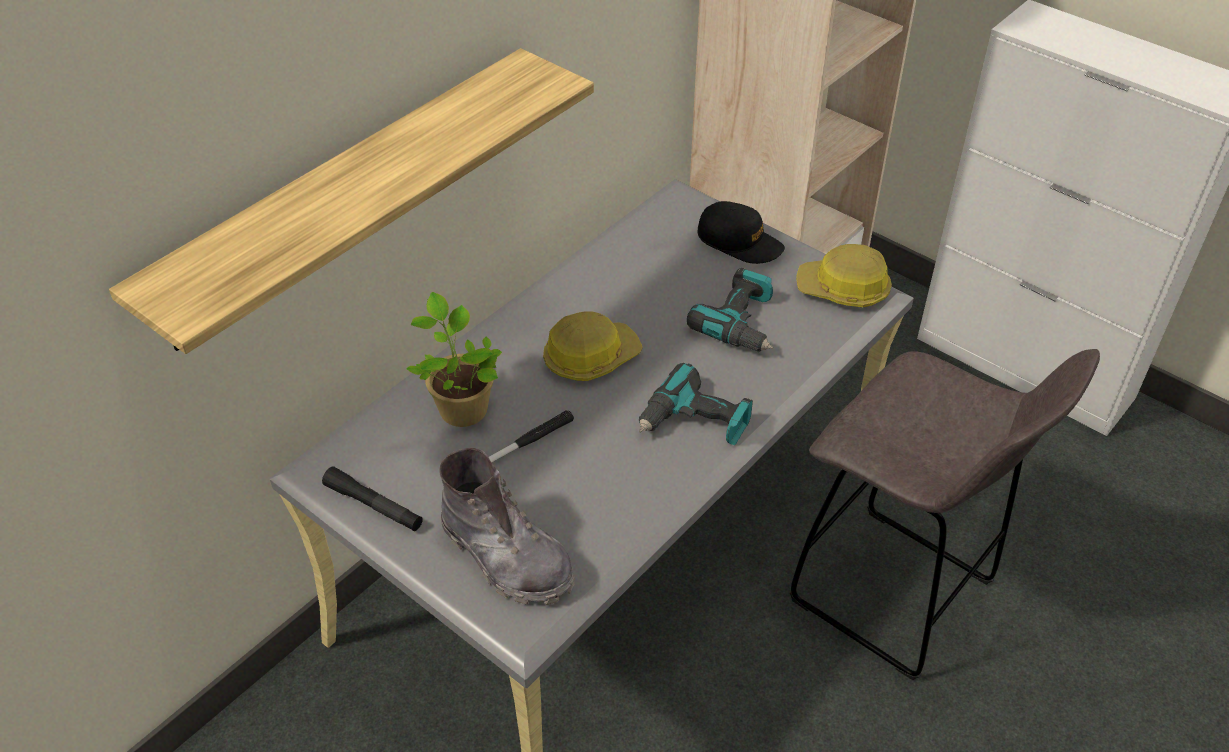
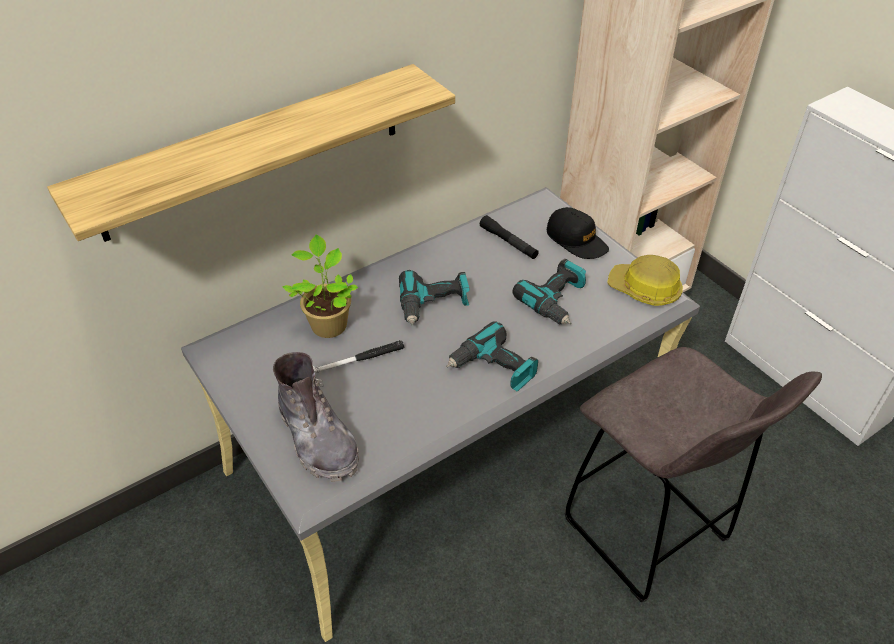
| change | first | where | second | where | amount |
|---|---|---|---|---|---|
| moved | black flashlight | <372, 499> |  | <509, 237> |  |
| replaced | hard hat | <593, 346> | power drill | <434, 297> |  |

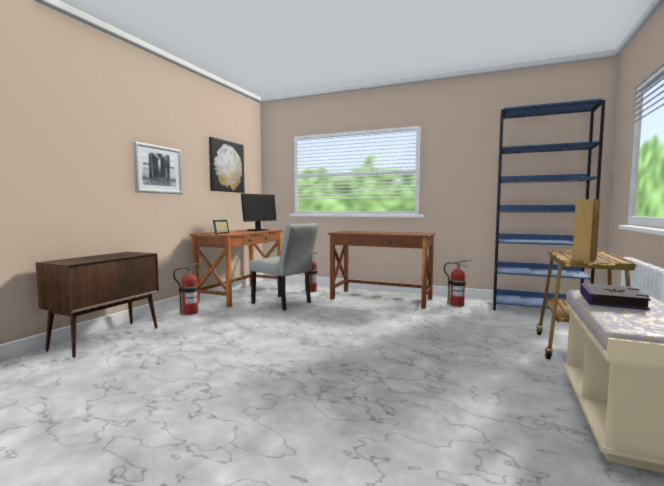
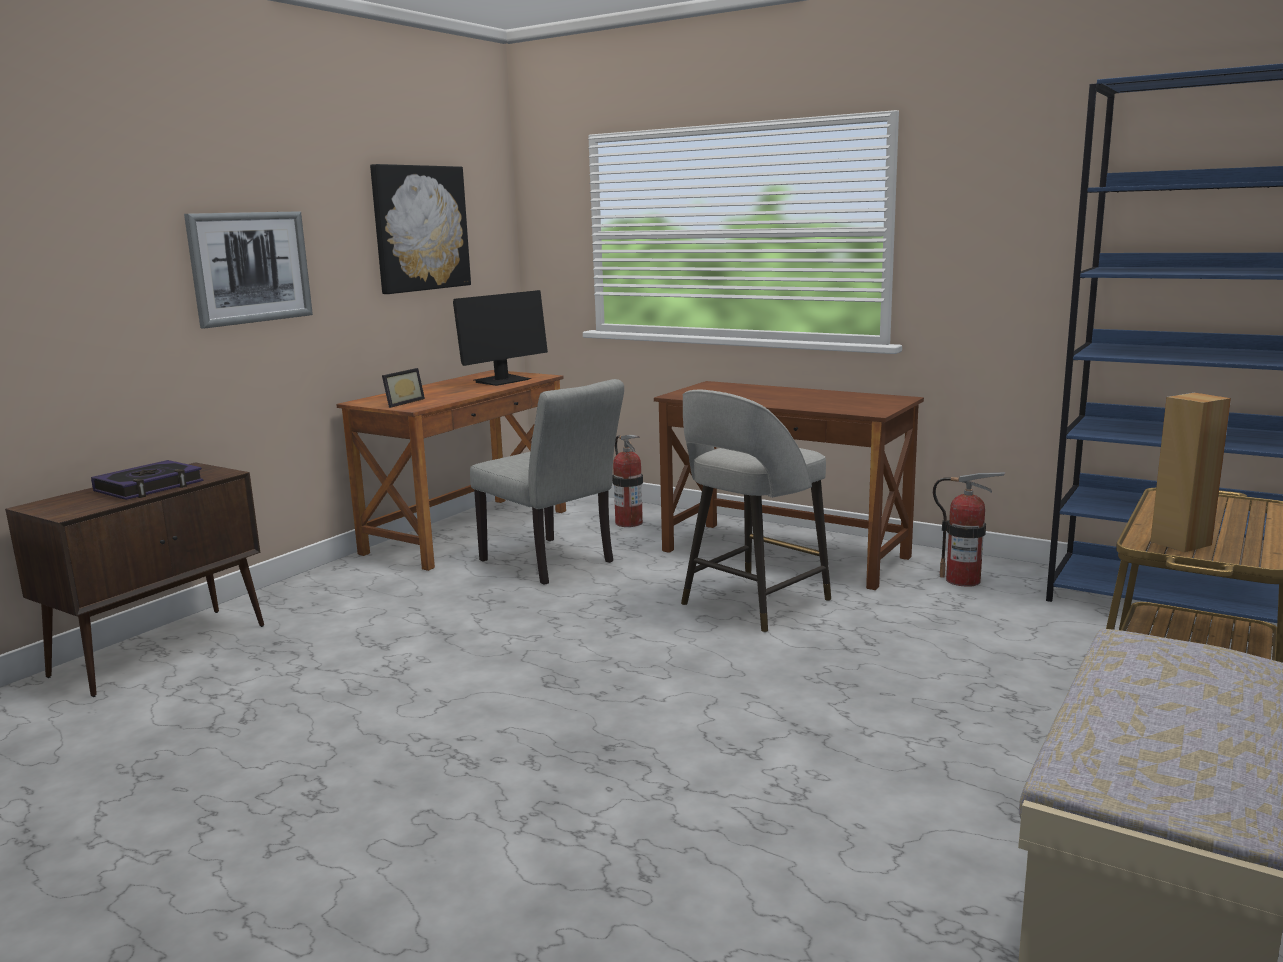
| change | first | where | second | where | amount |
|---|---|---|---|---|---|
| removed | fire extinguisher | <188, 288> |  |  |  |
| moved | book | <615, 296> |  | <147, 480> |  |
| added |  |  | grey stool | <756, 511> |  |

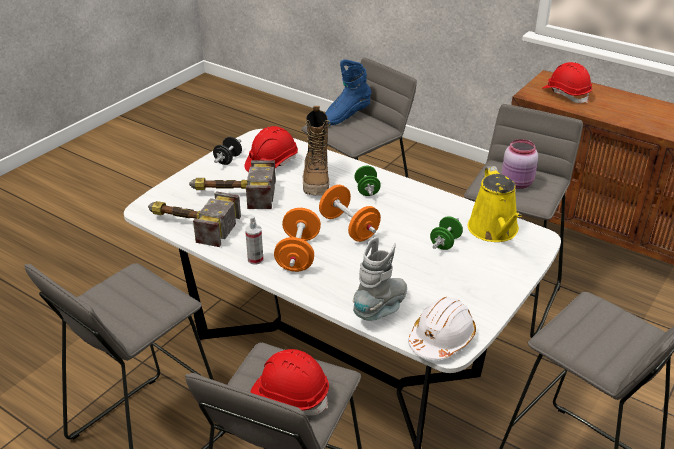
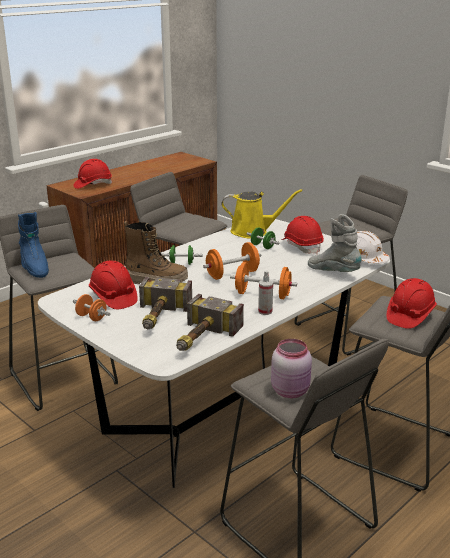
| change | first | where | second | where | amount |
|---|---|---|---|---|---|
| recoloured | black dumbbell | <227, 151> | orange dumbbell | <91, 307> |  |
| moved | pink jar | <520, 164> |  | <291, 368> |  |
| added |  |  | red hard hat | <302, 235> |  |

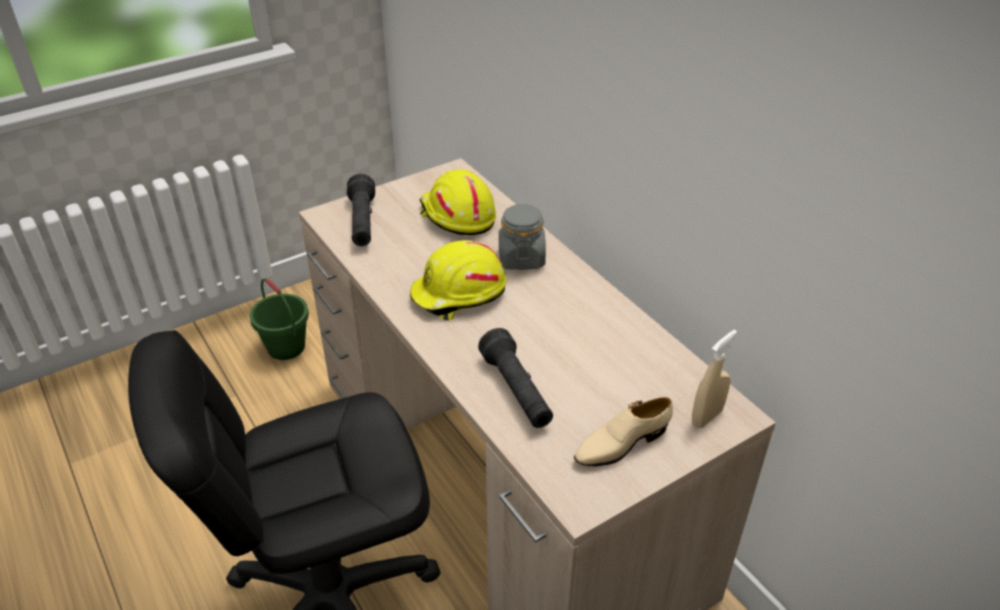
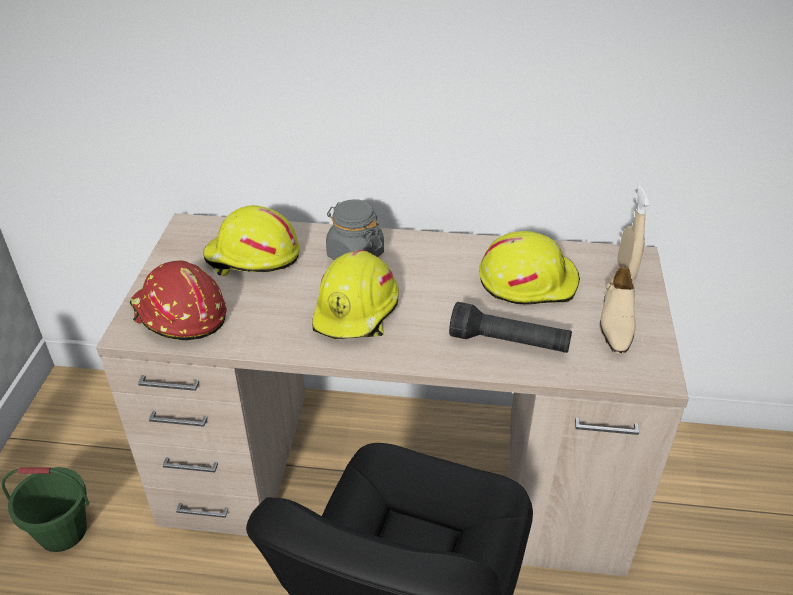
| change | first | where | second | where | amount |
|---|---|---|---|---|---|
| replaced | black flashlight | <361, 210> | red hard hat | <178, 300> |  |
| added |  |  | yellow hard hat | <529, 267> |  |

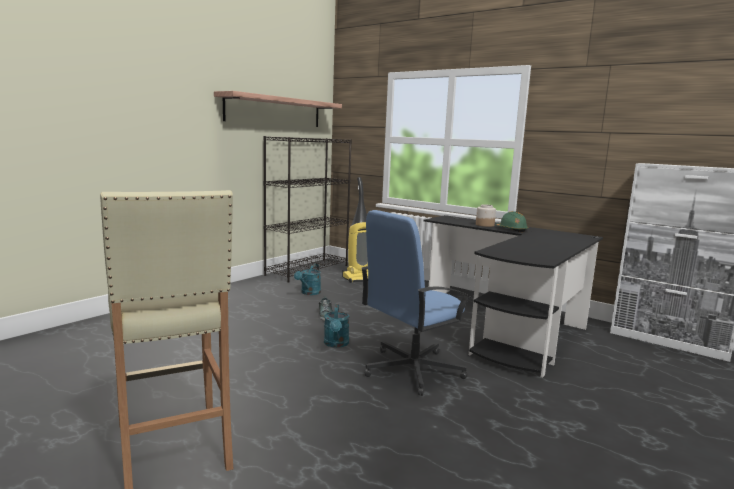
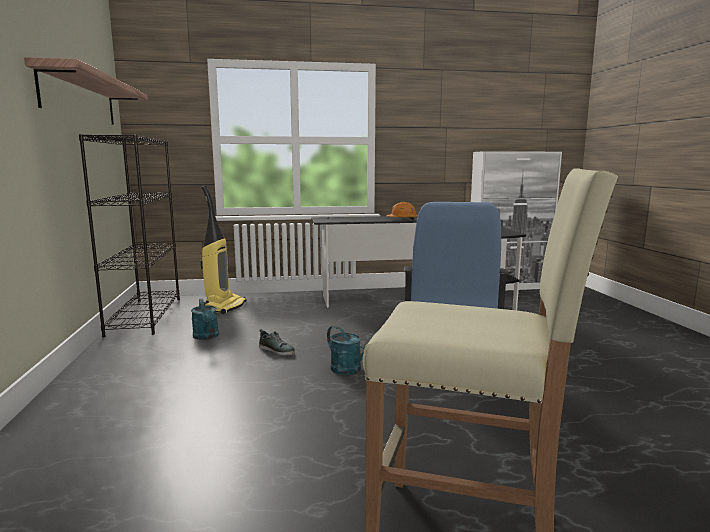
| change | first | where | second | where | amount |
|---|---|---|---|---|---|
| removed | jar | <486, 215> |  |  |  |
| recoloured | green hard hat | <511, 221> | orange hard hat | <402, 211> |  |

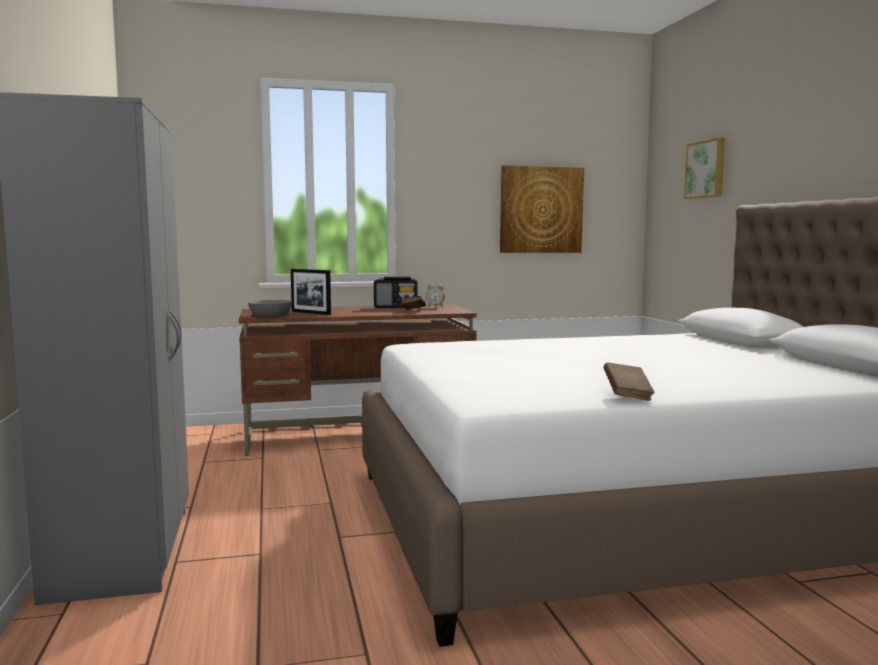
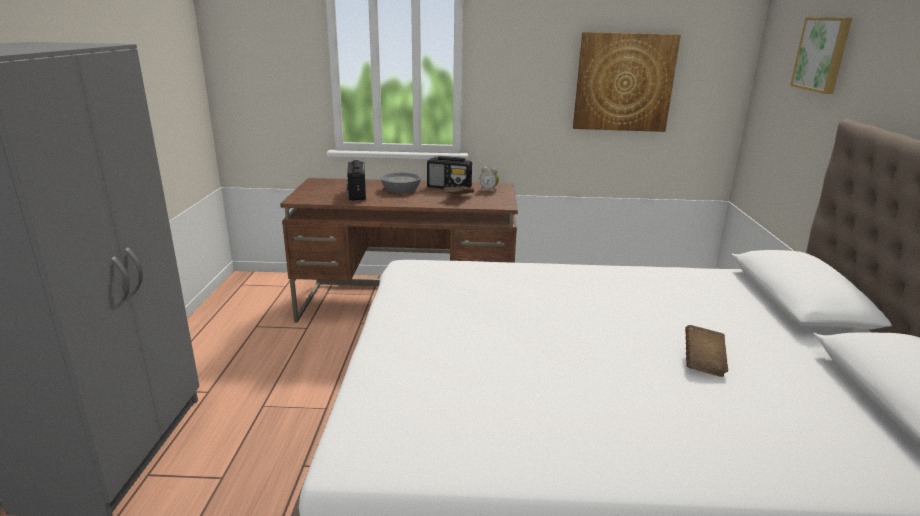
| change | first | where | second | where | amount |
|---|---|---|---|---|---|
| moved | grey bowl | <270, 308> |  | <401, 182> |  |
| replaced | picture frame | <311, 292> | radio | <356, 180> |  |
| moved | brown book | <628, 382> |  | <706, 351> |  |

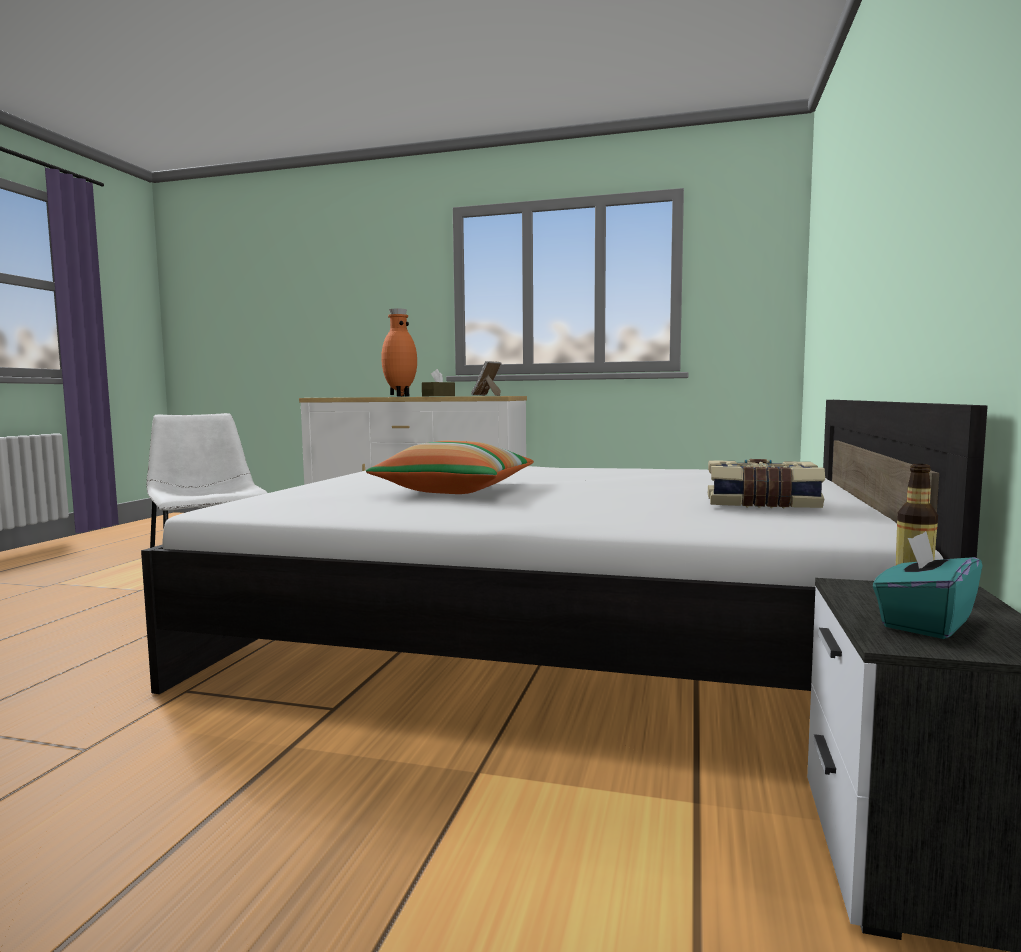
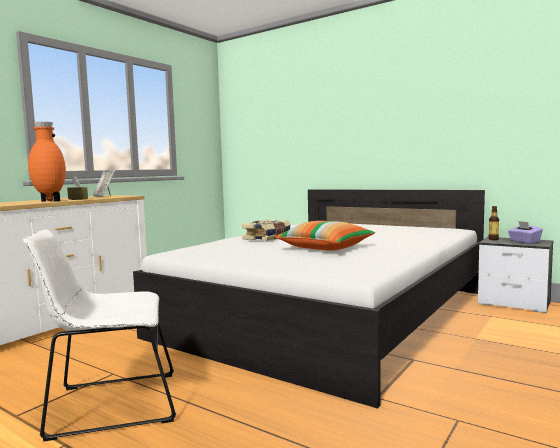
| change | first | where | second | where | amount |
|---|---|---|---|---|---|
| moved | book | <766, 484> |  | <266, 230> |  |
| recoloured | turquoise tissue box | <928, 585> | purple tissue box | <525, 232> |  |

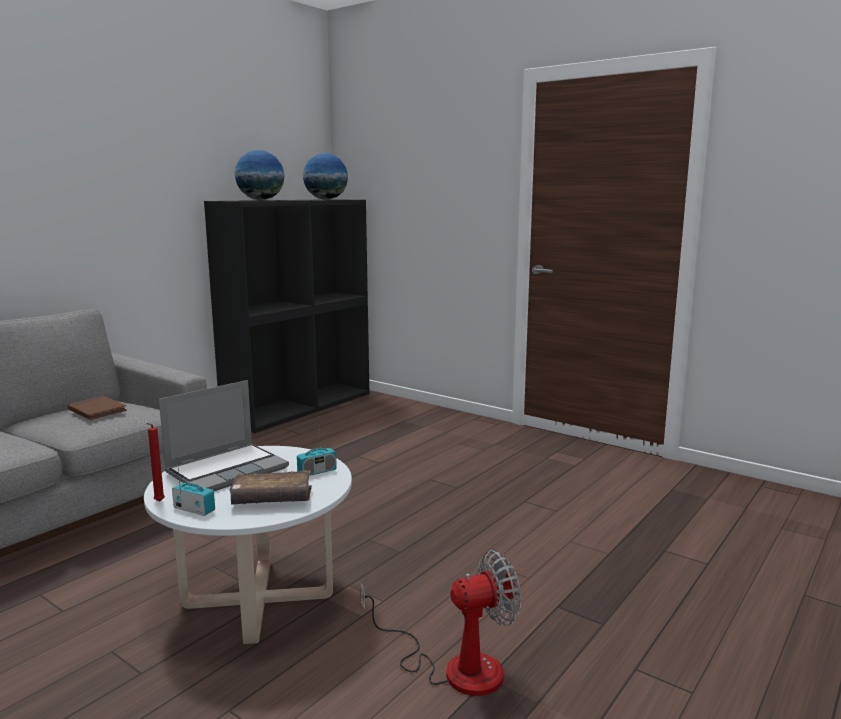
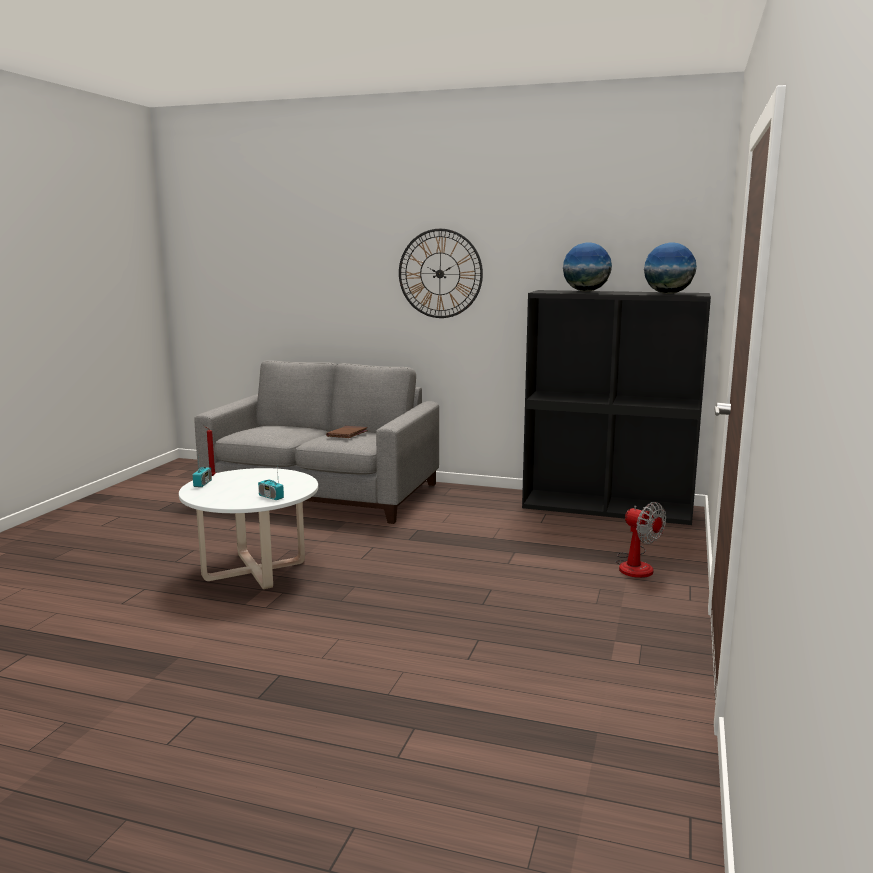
| change | first | where | second | where | amount |
|---|---|---|---|---|---|
| removed | laptop | <224, 435> |  |  |  |
| removed | brown book | <271, 487> |  |  |  |
| moved | fan | <440, 623> |  | <640, 540> |  |
| added |  |  | wall clock | <441, 273> |  |

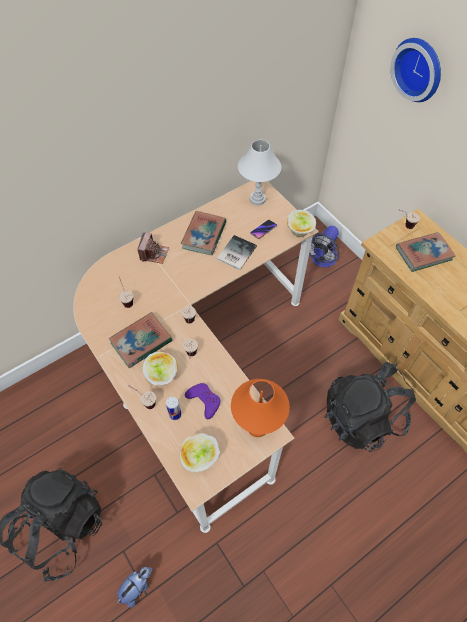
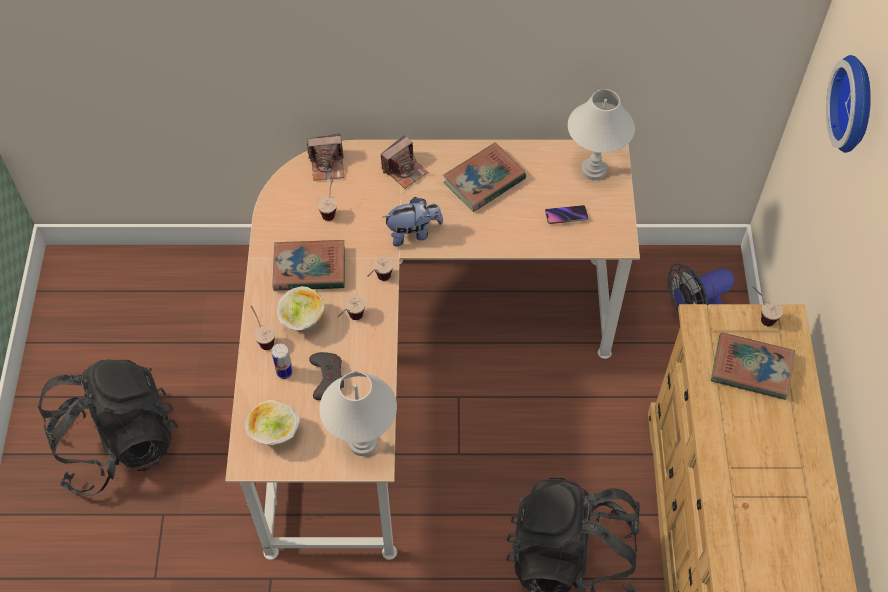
| change | first | where | second | where | amount |
|---|---|---|---|---|---|
| moved | plush toy | <134, 587> |  | <413, 222> |  |
| recoloured | purple game controller | <202, 401> | grey game controller | <326, 376> |  |
| removed | book | <237, 252> |  |  |  |
| recoloured | orange table lamp | <260, 408> | white table lamp | <358, 413> |  |
| removed | bowl | <301, 223> |  |  |  |
| added |  |  | photo camera | <325, 157> |  |

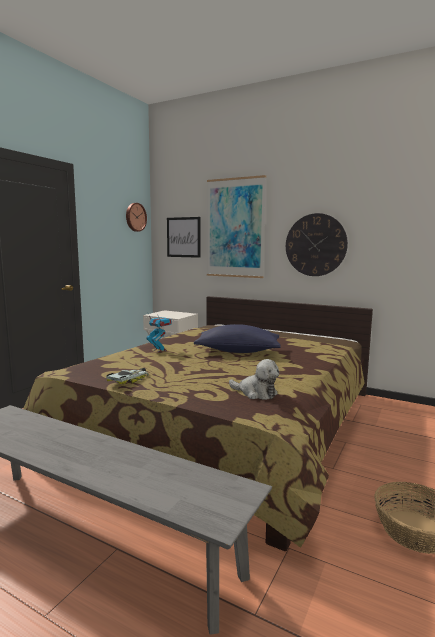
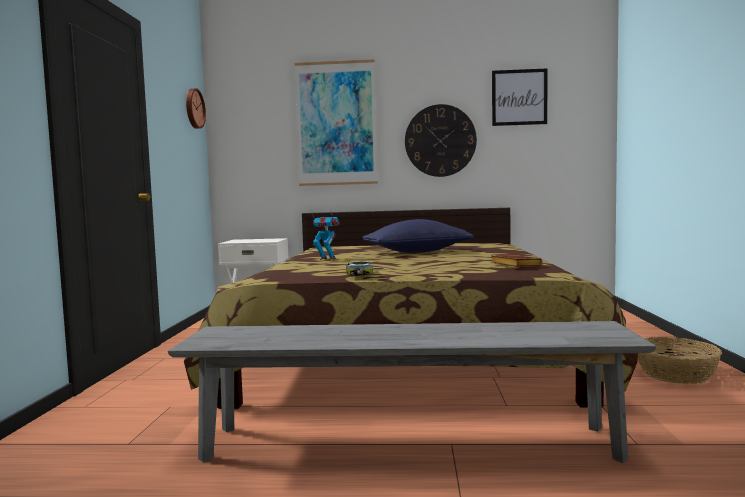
| change | first | where | second | where | amount |
|---|---|---|---|---|---|
| moved | picture | <183, 237> |  | <519, 97> |  |
| replaced | plush toy | <254, 379> | brown book | <516, 261> |  |

